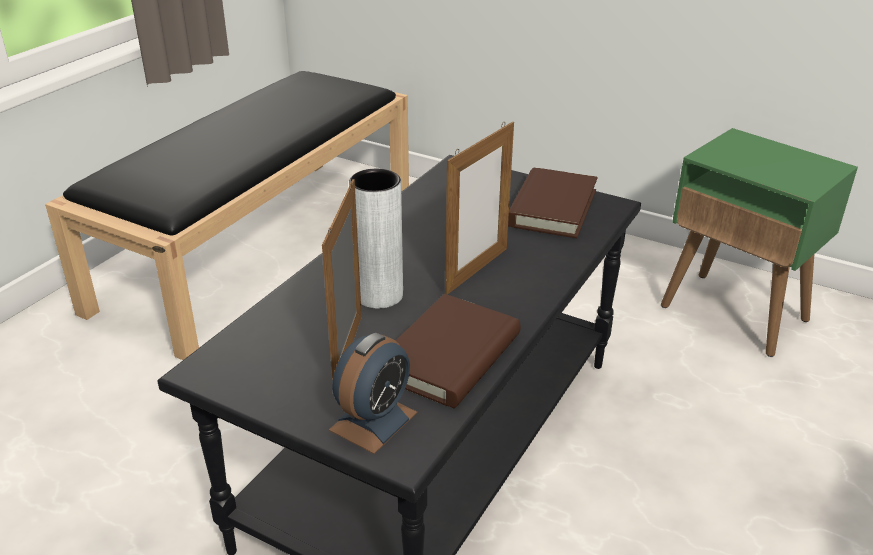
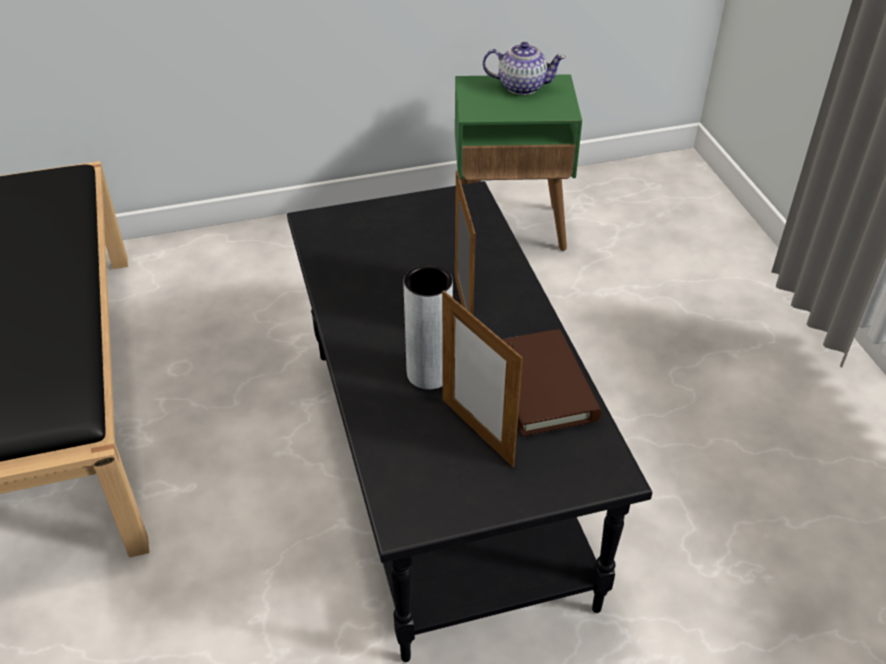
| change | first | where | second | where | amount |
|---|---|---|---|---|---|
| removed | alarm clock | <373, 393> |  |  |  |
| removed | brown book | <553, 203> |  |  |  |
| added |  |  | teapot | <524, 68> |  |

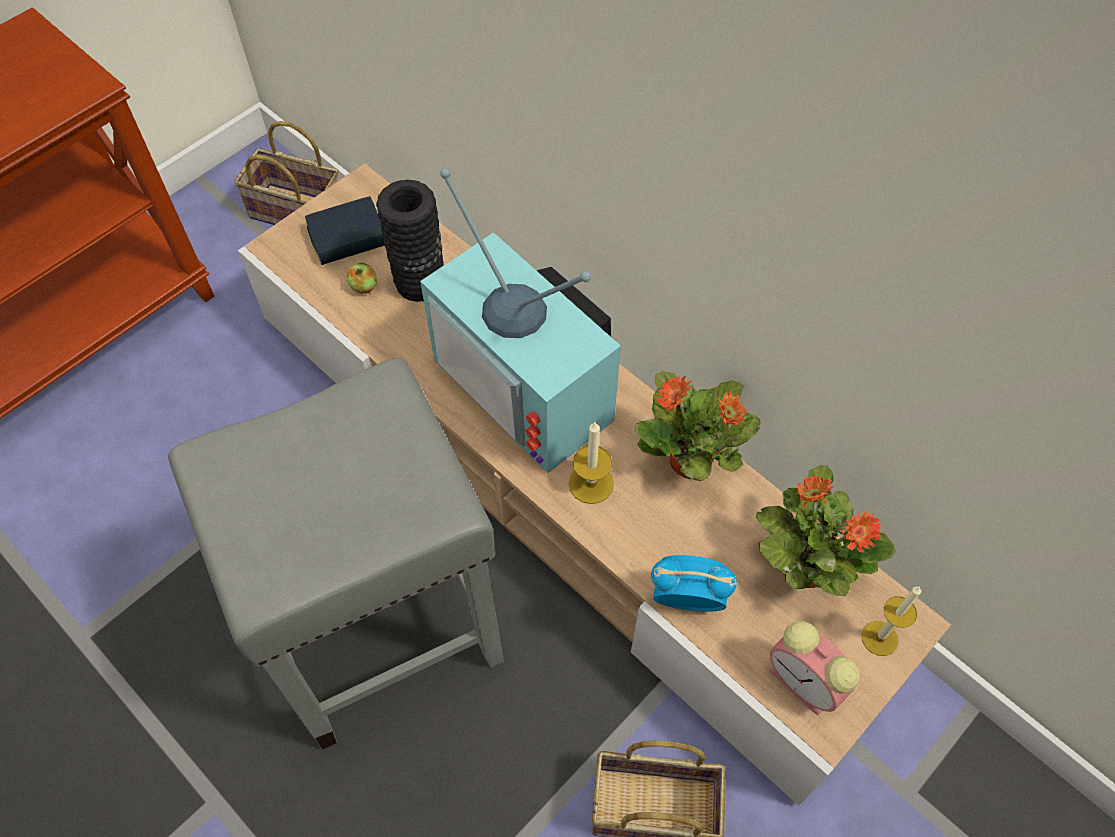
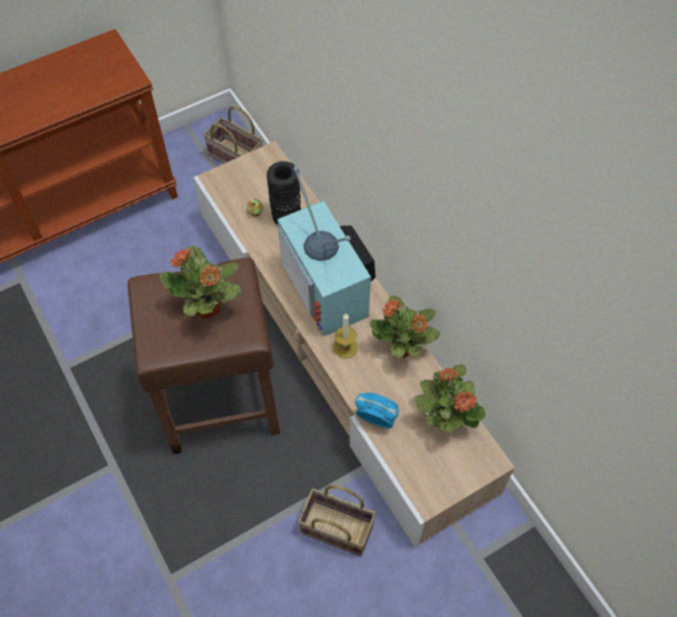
| change | first | where | second | where | amount |
|---|---|---|---|---|---|
| recoloured | grey stool | <336, 554> | brown stool | <204, 356> |  |
| removed | book | <345, 230> |  |  |  |
| removed | alarm clock | <815, 668> |  |  |  |
| removed | candle | <891, 621> |  |  |  |
| added |  |  | potted plant | <201, 282> |  |

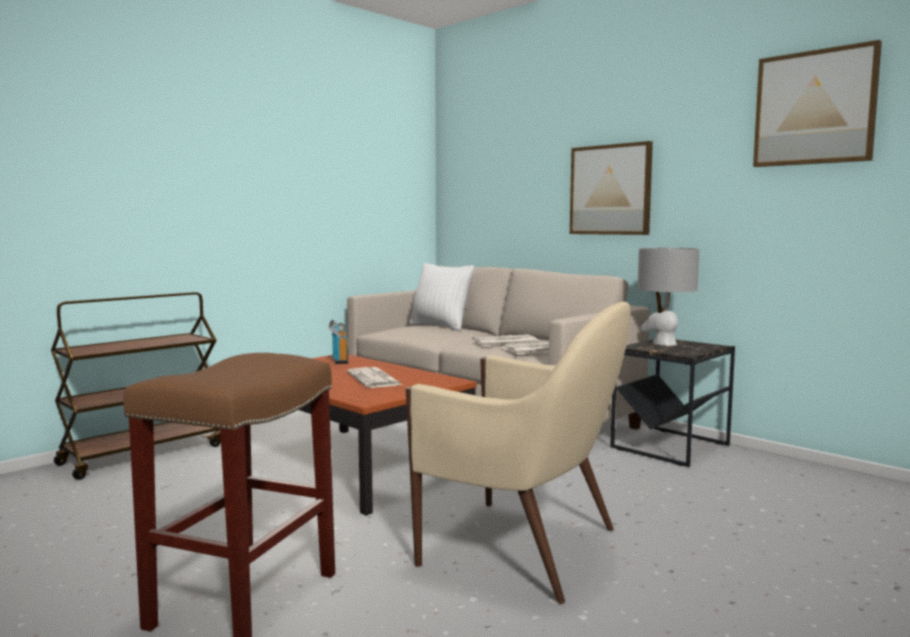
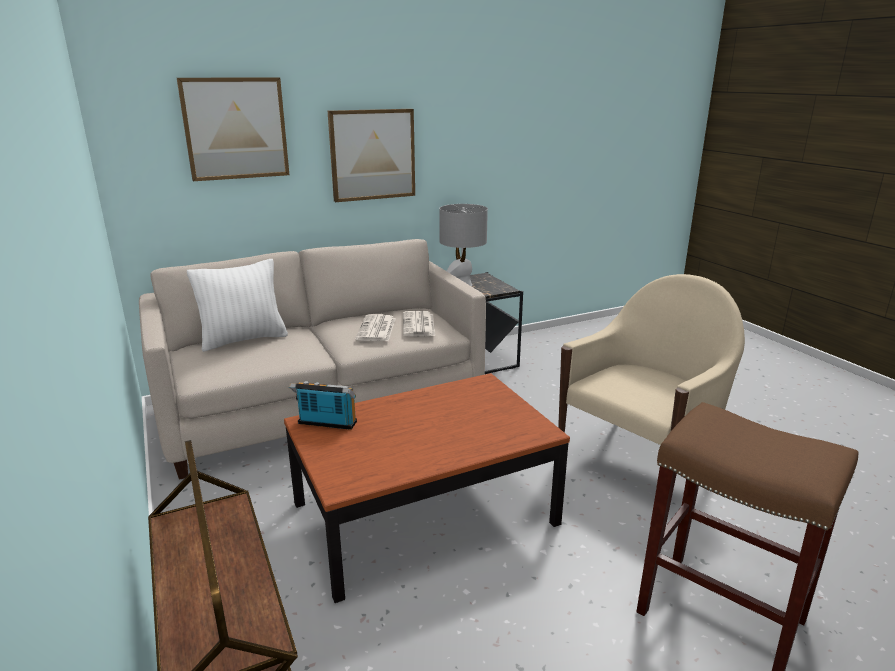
| change | first | where | second | where | amount |
|---|---|---|---|---|---|
| removed | newspaper | <374, 377> |  |  |  |
| moved | picture | <817, 103> |  | <233, 129> |  |

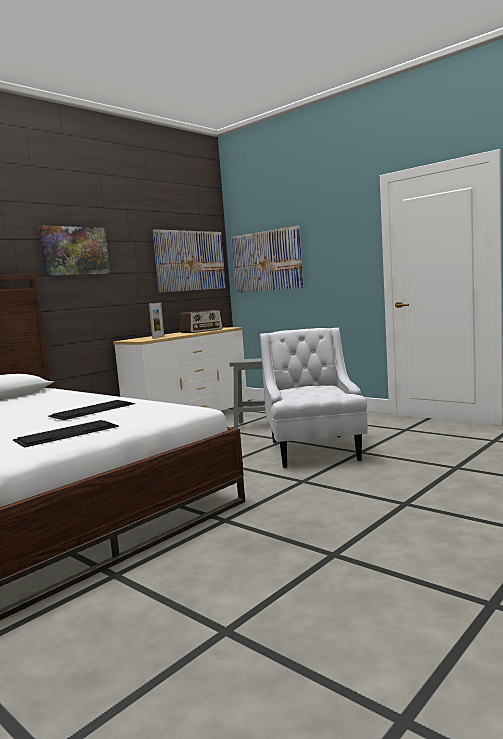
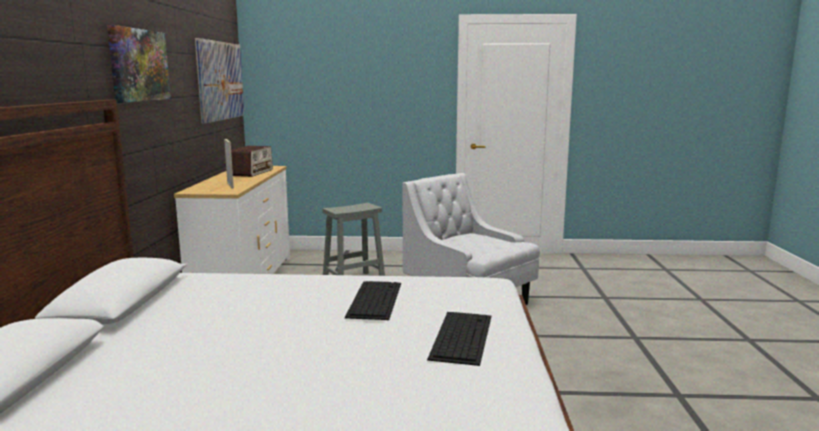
| change | first | where | second | where | amount |
|---|---|---|---|---|---|
| removed | picture | <267, 259> |  |  |  |

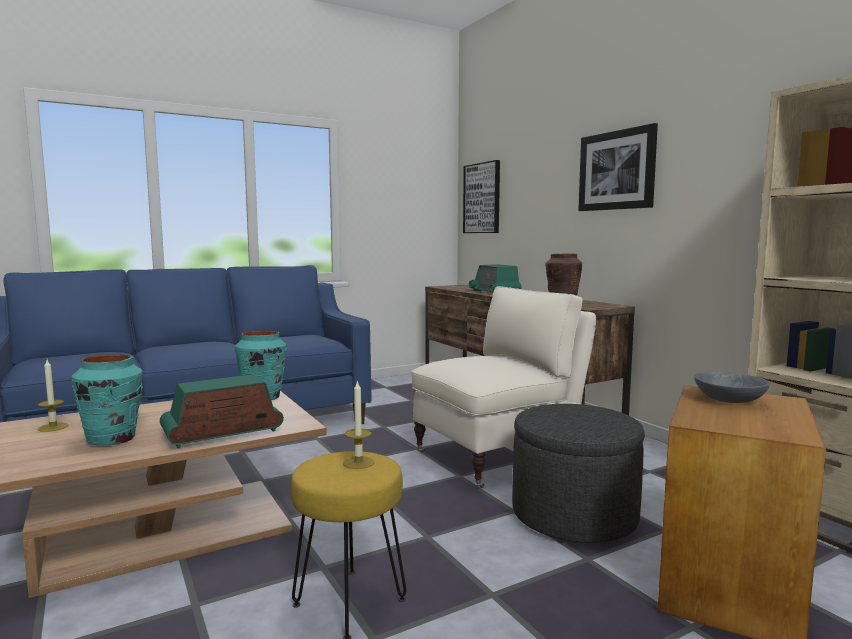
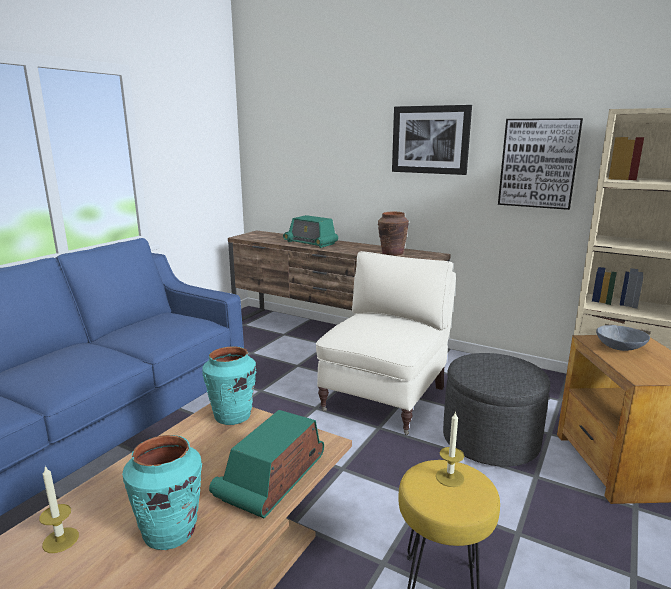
| change | first | where | second | where | amount |
|---|---|---|---|---|---|
| moved | picture | <481, 196> |  | <540, 164> |  |

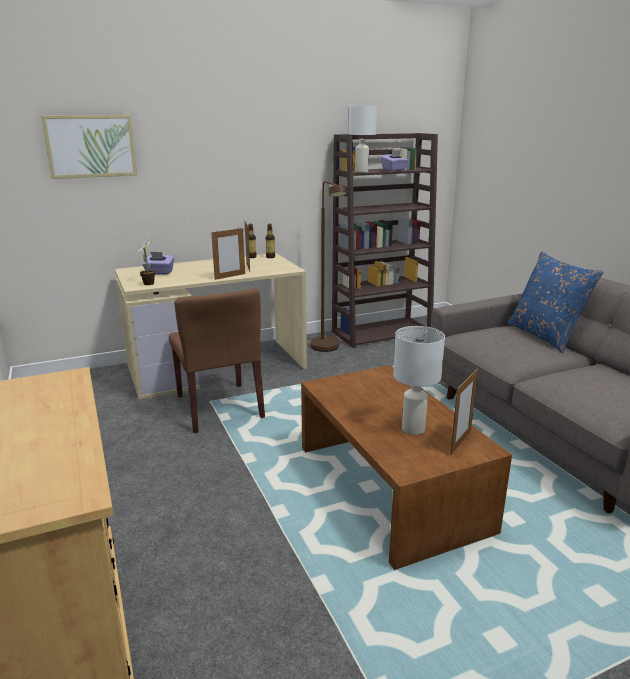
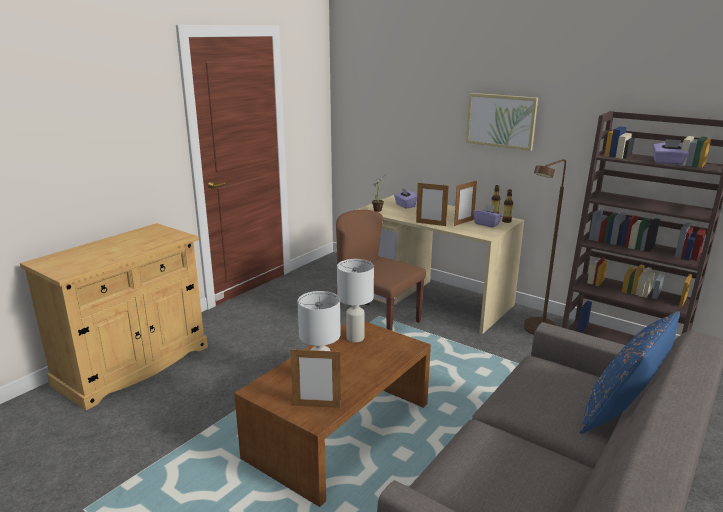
| change | first | where | second | where | amount |
|---|---|---|---|---|---|
| moved | picture | <89, 147> |  | <502, 122> |  |
| turned | brown chair | <217, 361> |  | <381, 270> | 90 degrees clockwise |
| moved | white table lamp | <363, 139> |  | <355, 300> |  |
| added |  |  | purple tissue box | <487, 215> |  |

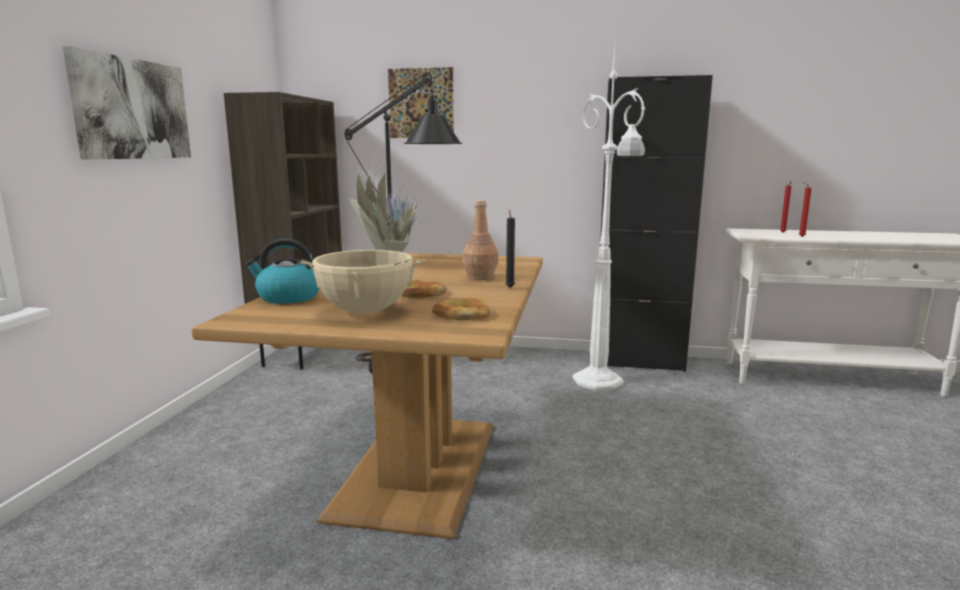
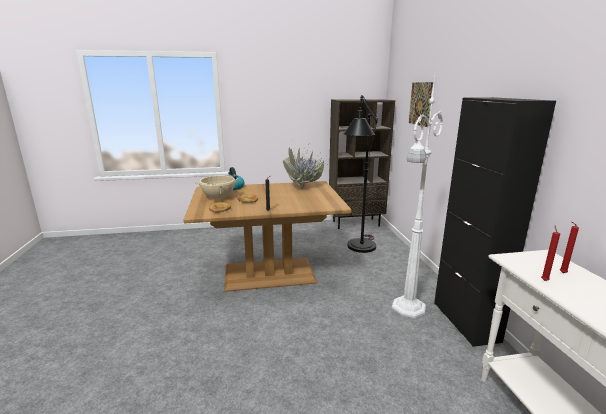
| change | first | where | second | where | amount |
|---|---|---|---|---|---|
| removed | picture | <127, 103> |  |  |  |
| removed | brown bottle | <480, 240> |  |  |  |

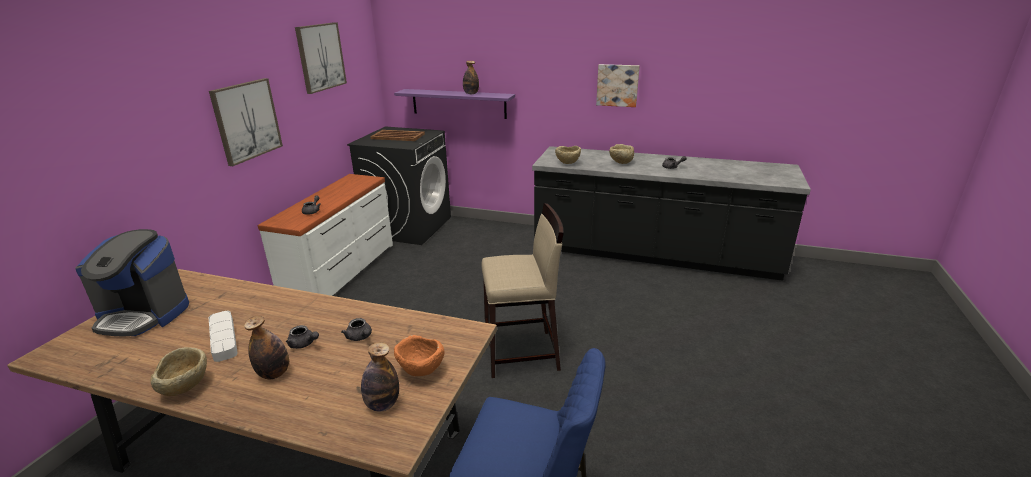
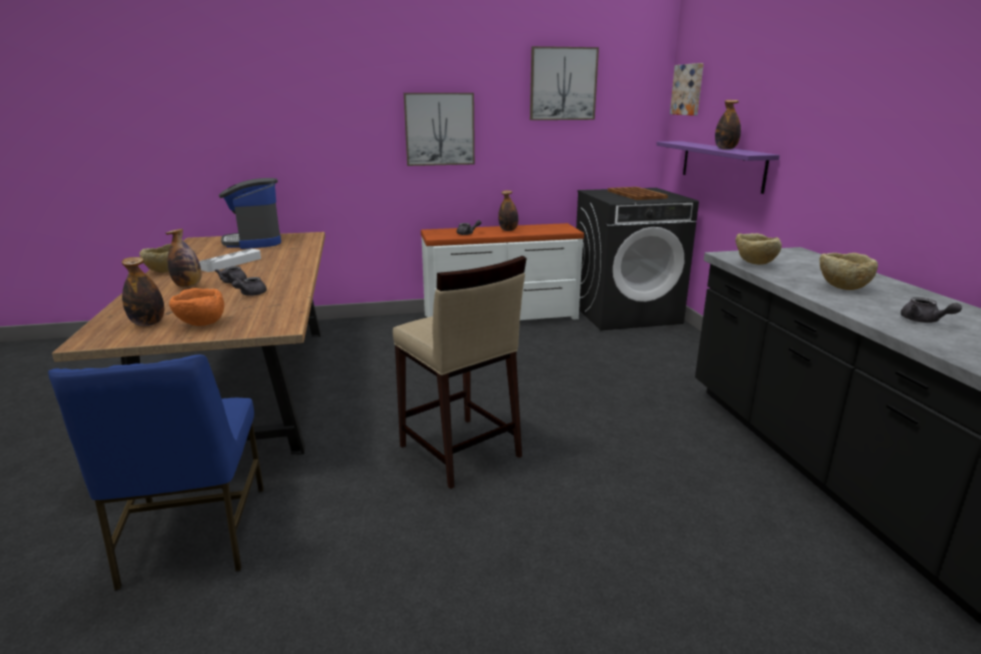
| change | first | where | second | where | amount |
|---|---|---|---|---|---|
| moved | picture | <618, 85> |  | <687, 89> |  |
| added |  |  | bottle | <508, 210> |  |

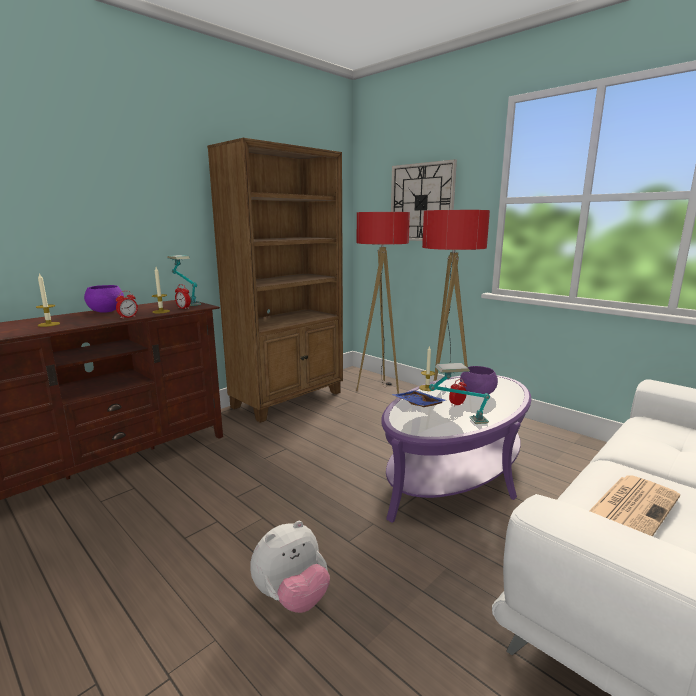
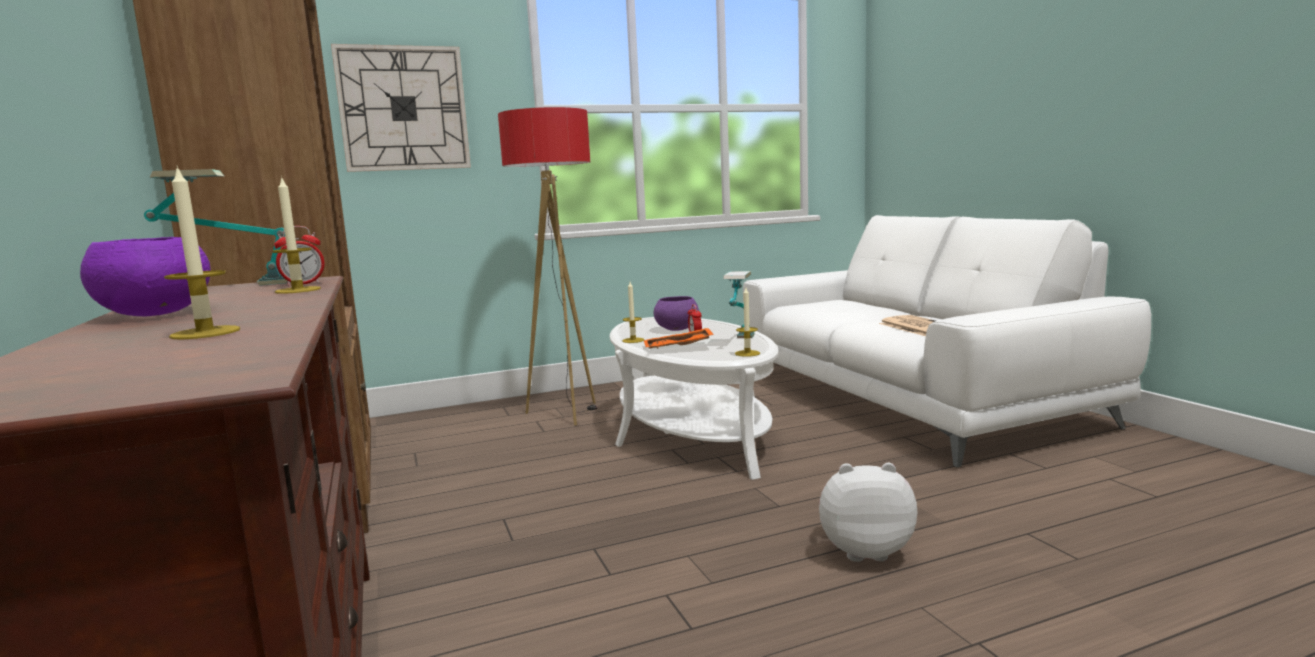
| change | first | where | second | where | amount |
|---|---|---|---|---|---|
| removed | alarm clock | <127, 305> |  |  |  |
| turned | plush toy | <290, 567> |  | <868, 512> | 75 degrees counterclockwise |
| removed | floor lamp | <383, 303> |  |  |  |
| recoloured | purple coffee table | <456, 449> | white coffee table | <694, 398> |  |
| recoloured | blue tray | <420, 398> | orange tray | <679, 338> |  |
| added |  |  | candle | <747, 322> |  |

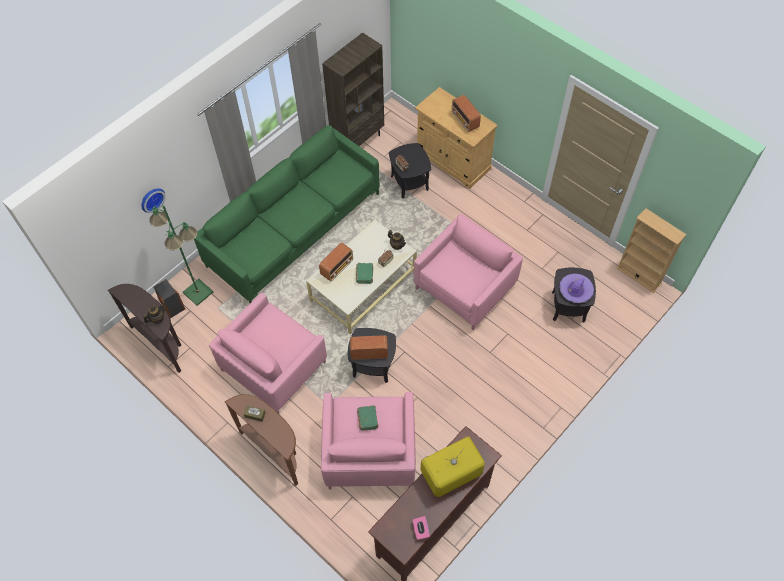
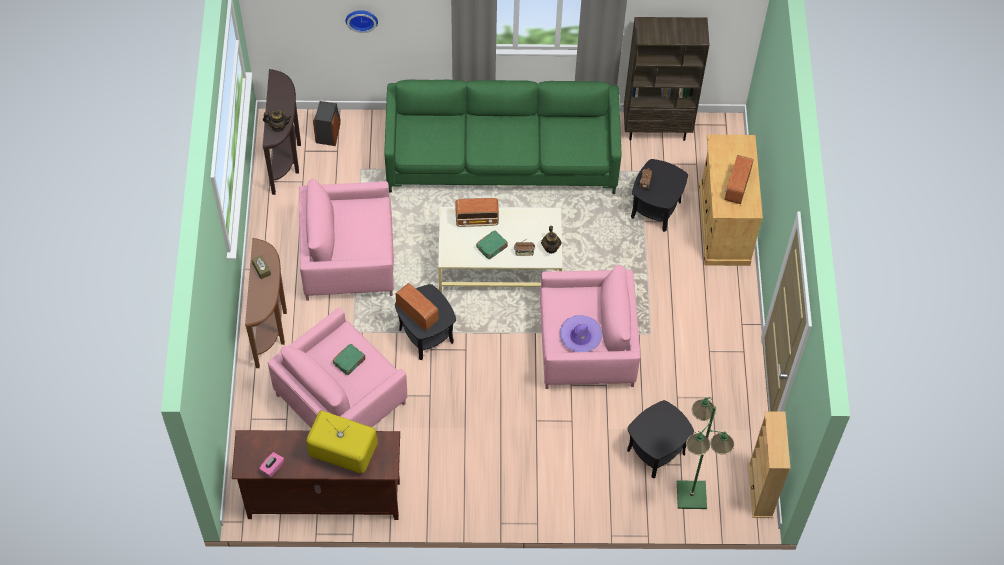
| change | first | where | second | where | amount |
|---|---|---|---|---|---|
| moved | green floor lamp | <181, 255> |  | <705, 453> |  |
| moved | purple hat | <576, 288> |  | <581, 333> |  |

